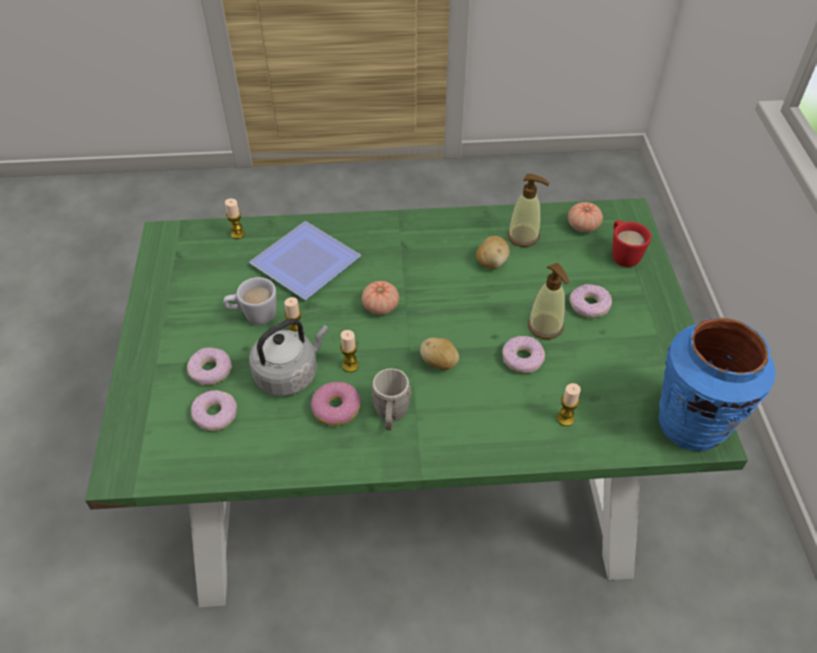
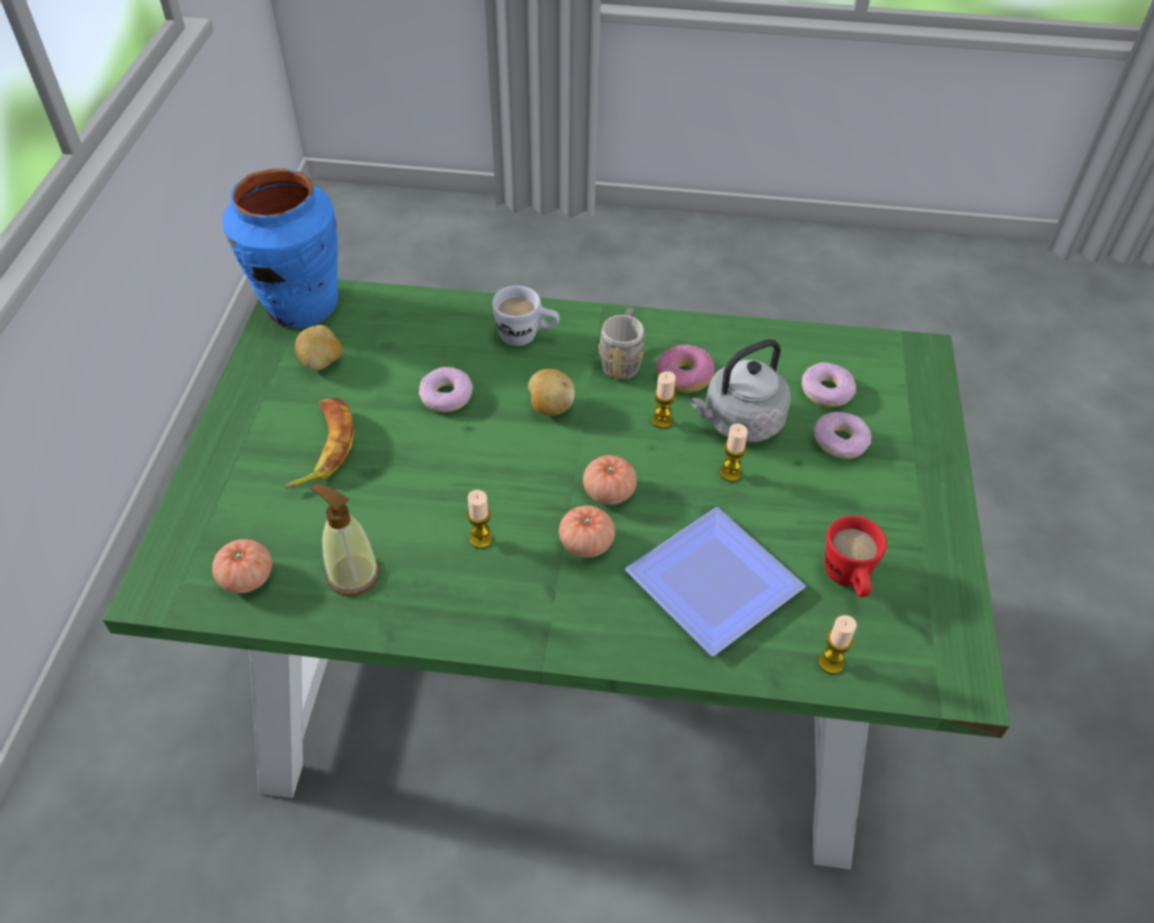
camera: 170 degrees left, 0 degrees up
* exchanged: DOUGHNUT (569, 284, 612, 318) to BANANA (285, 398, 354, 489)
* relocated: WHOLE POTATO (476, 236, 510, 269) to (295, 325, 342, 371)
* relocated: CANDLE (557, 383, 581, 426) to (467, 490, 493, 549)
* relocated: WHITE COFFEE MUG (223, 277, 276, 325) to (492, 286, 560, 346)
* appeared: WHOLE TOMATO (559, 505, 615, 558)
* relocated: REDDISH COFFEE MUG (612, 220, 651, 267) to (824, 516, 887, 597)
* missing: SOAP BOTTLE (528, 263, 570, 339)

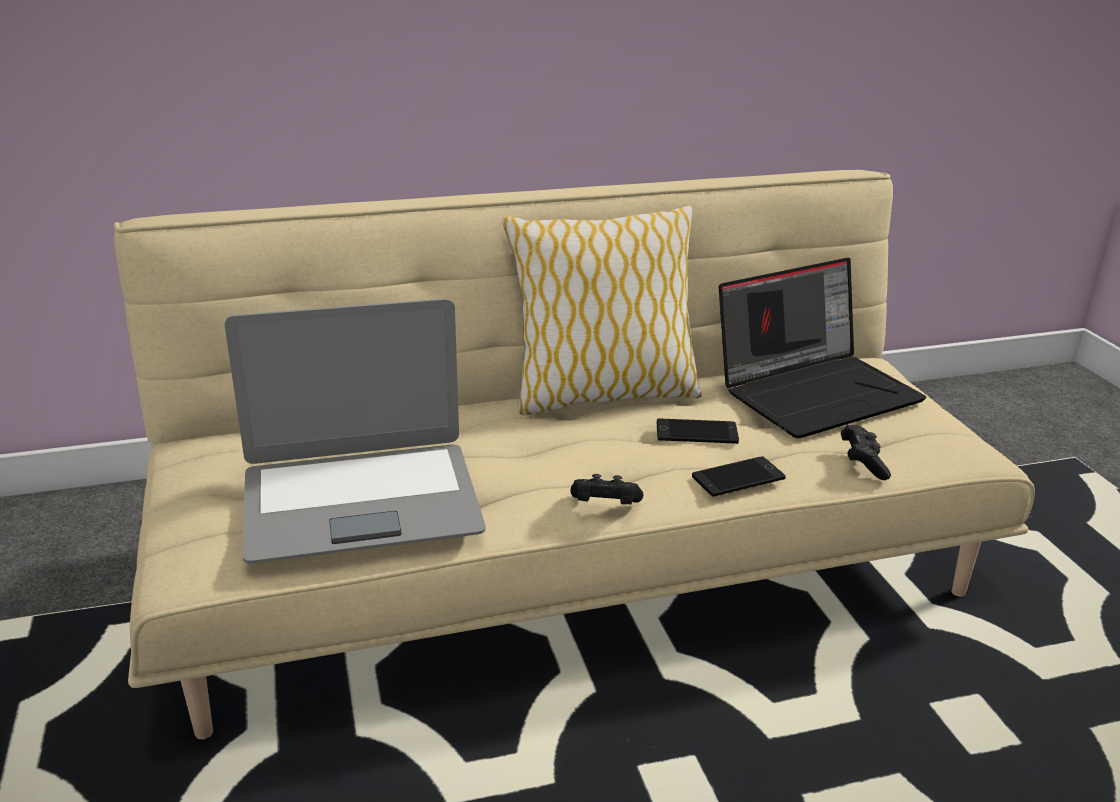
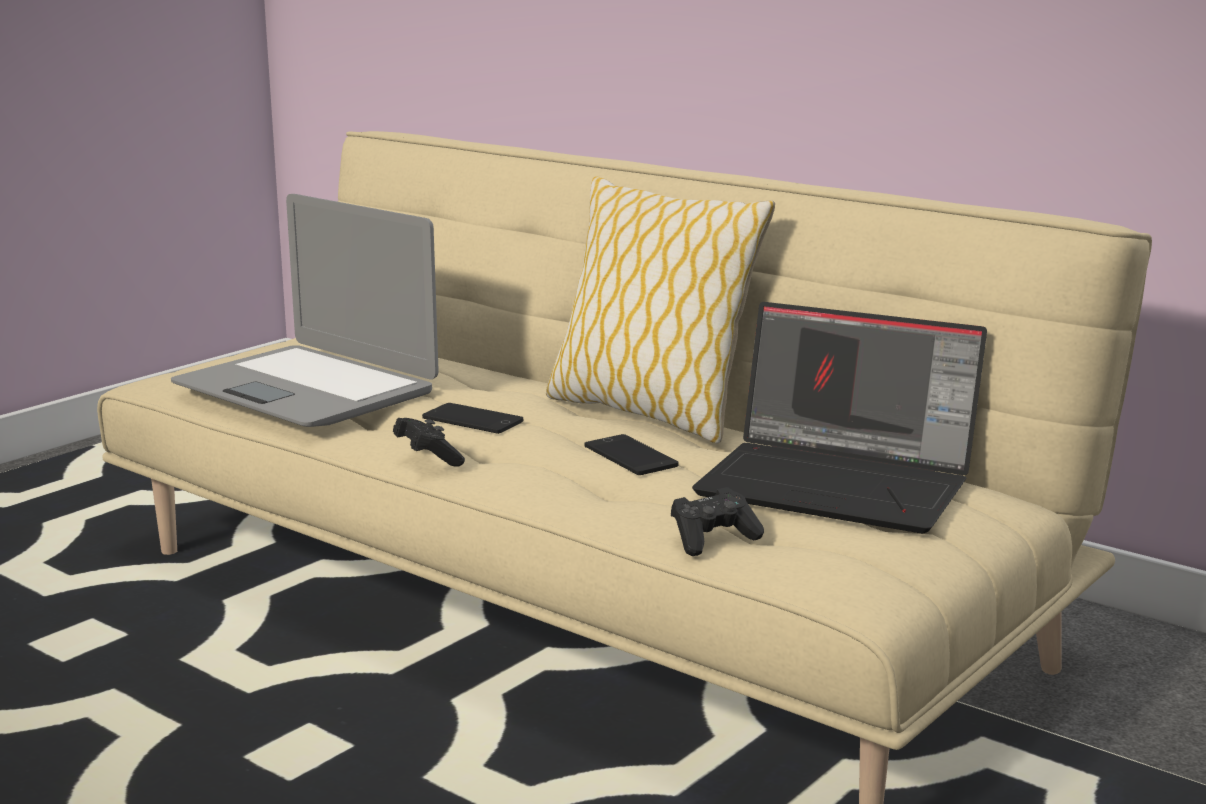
camera: 55 degrees right, 10 degrees down
* relocated: PHONE (692, 456, 786, 497) to (422, 403, 523, 434)

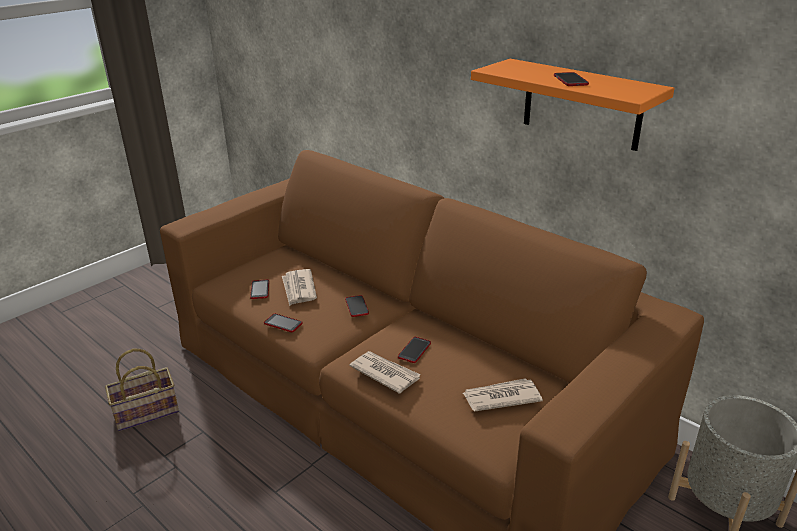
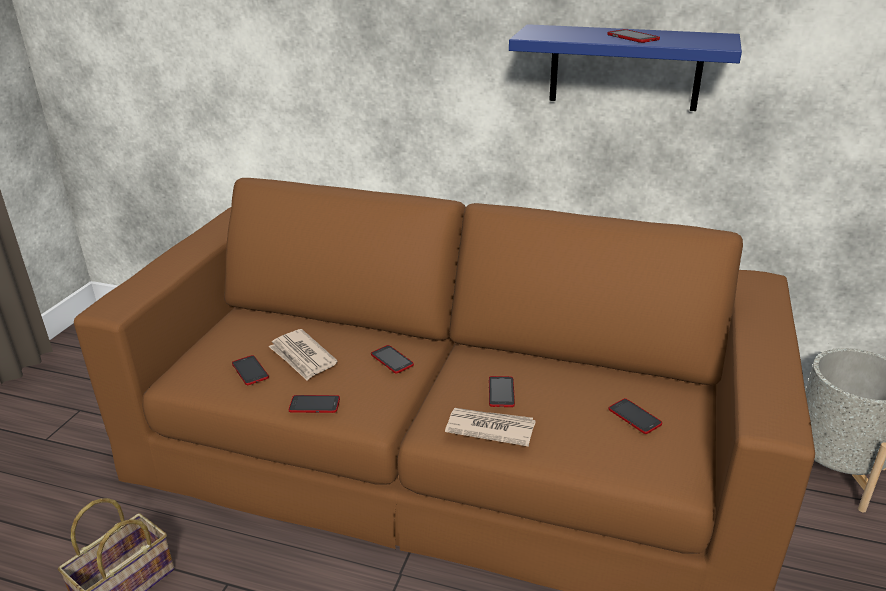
camera: 25 degrees left, 0 degrees up
* colour: ORANGE BRACKET SHELF (471, 59, 675, 151) to BLUE-COLOURED BRACKET SHELF (509, 24, 742, 111)
* exchanged: PRINTED PAPER (463, 378, 543, 411) to PHONE (608, 398, 662, 434)

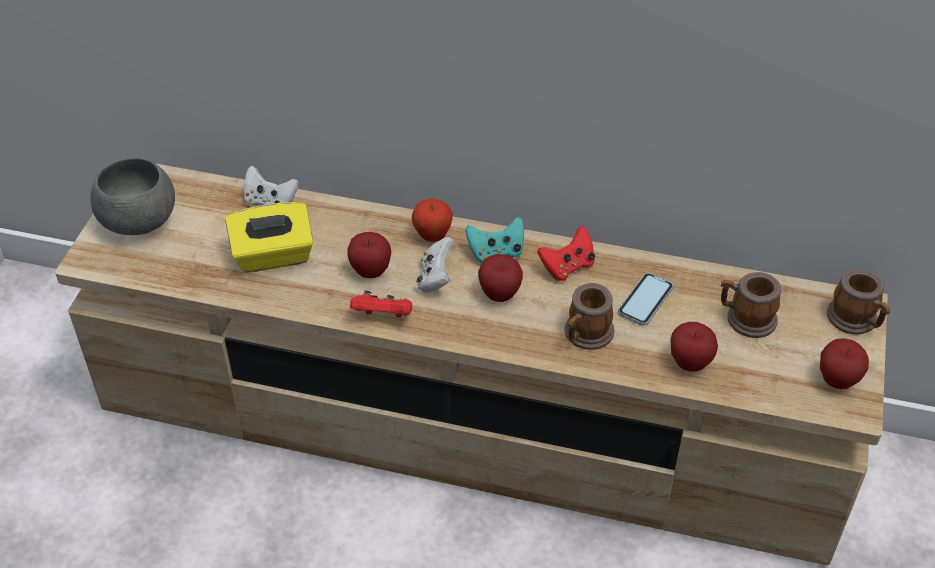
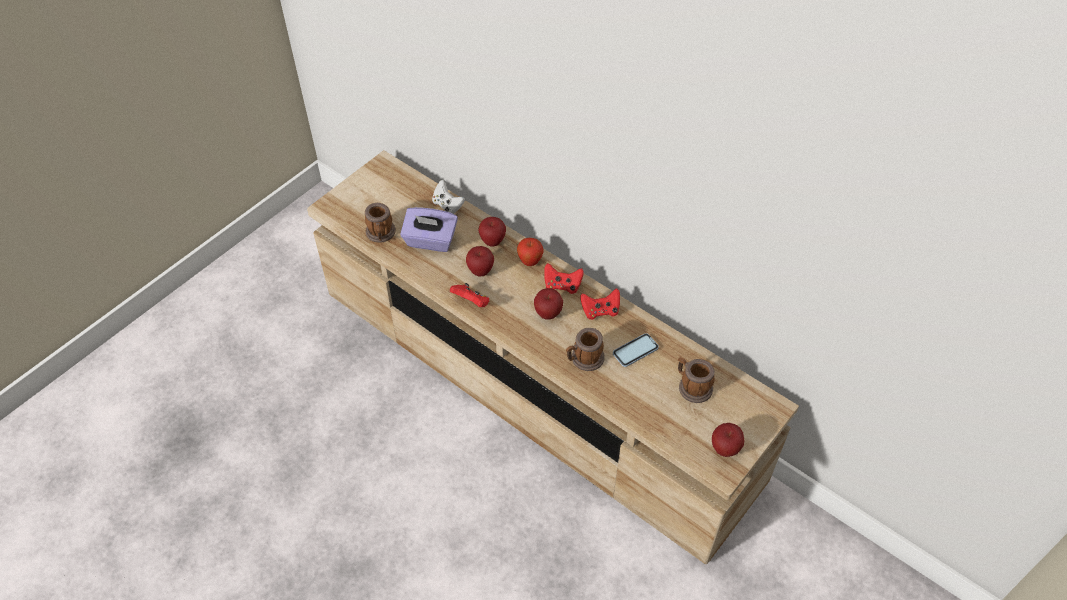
camera: 25 degrees right, 5 degrees up
* relocated: COFFEE MUG (827, 269, 890, 334) to (365, 203, 396, 242)
* colour: YELLOW-COLOURED TISSUE HOLDER (225, 202, 314, 273) to PURPLISH TISSUE HOLDER (400, 207, 458, 252)
* relocated: WHOLE APPLE (670, 322, 718, 372) to (478, 217, 506, 246)
* colour: BLUE-GREEN JOYPAD (466, 217, 524, 263) to REDDISH JOYPAD (544, 263, 583, 294)
* missing: GREYISH SERVING BOWL (90, 158, 175, 235)
* missing: WHITE JOYPAD (417, 237, 454, 293)

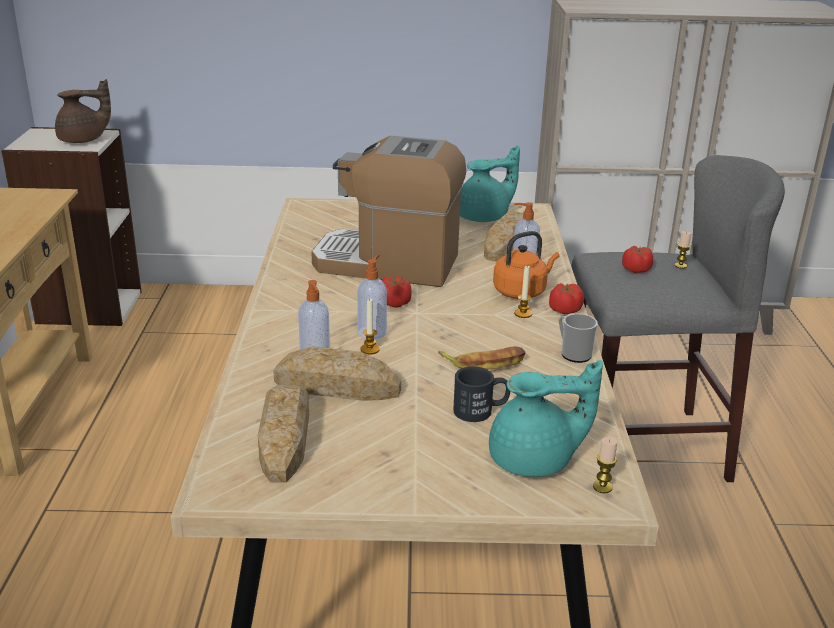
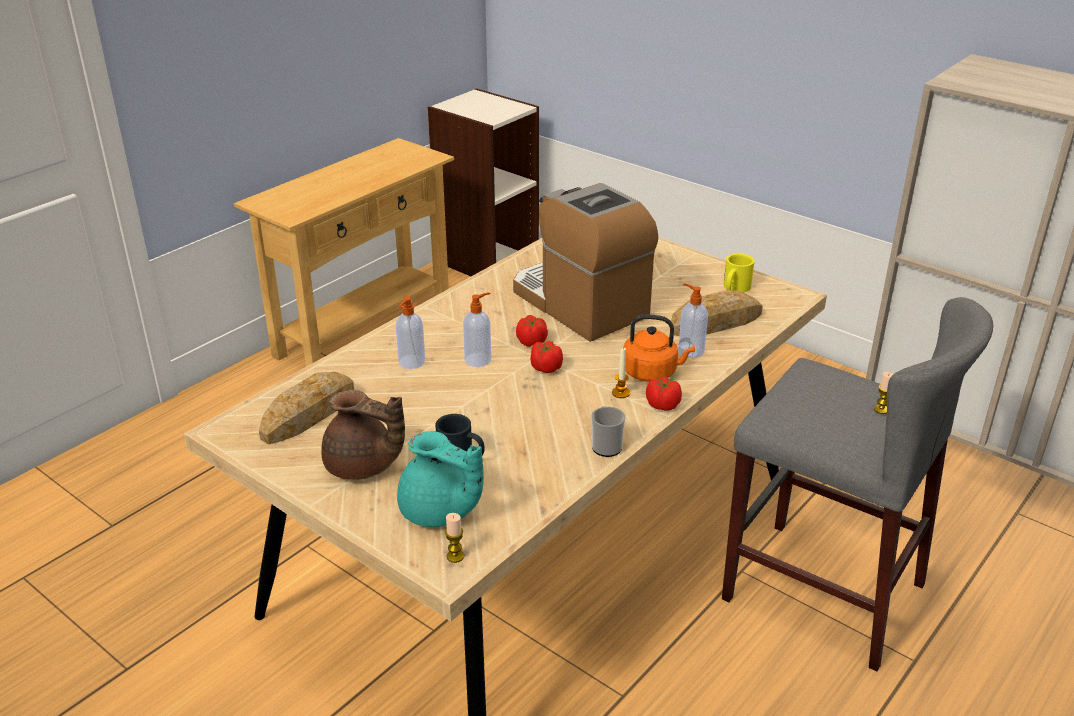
camera: 40 degrees right, 5 degrees up
* relocated: BROWN TEA POT (55, 79, 111, 143) to (321, 390, 405, 480)
* relocated: WHOLE TOMATO (622, 246, 653, 273) to (531, 341, 563, 373)
* exchanged: BLUE-GREEN TEA POT (460, 145, 520, 222) to YELLOW-COLOURED COFFEE MUG (724, 253, 755, 292)
* missing: BAKED BREAD (273, 346, 401, 401)
* missing: CANDLE (360, 299, 380, 355)
* missing: BANANA (438, 346, 526, 370)

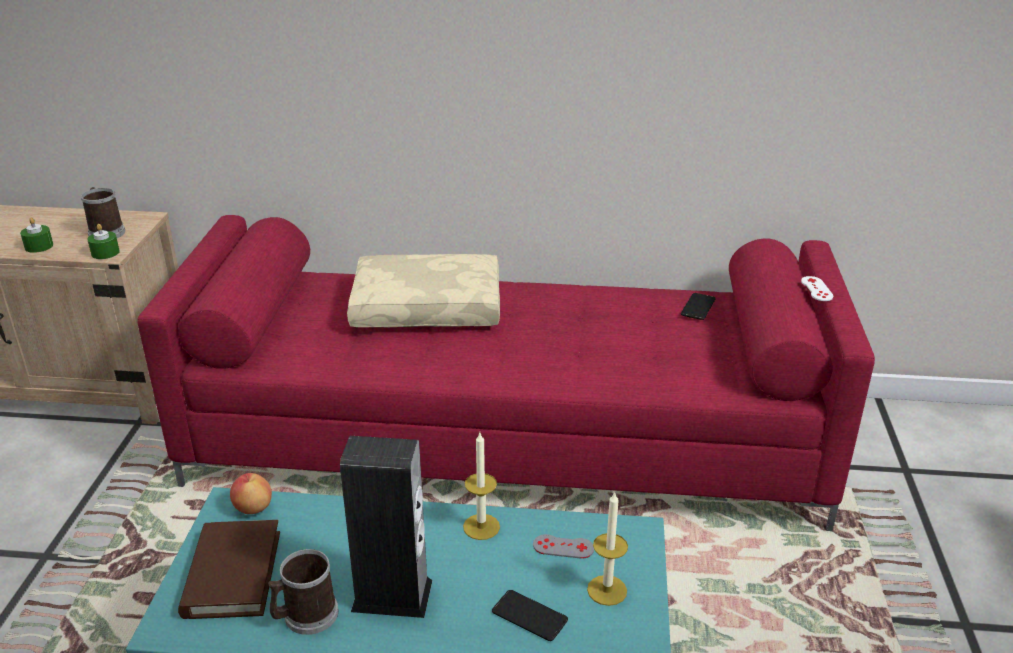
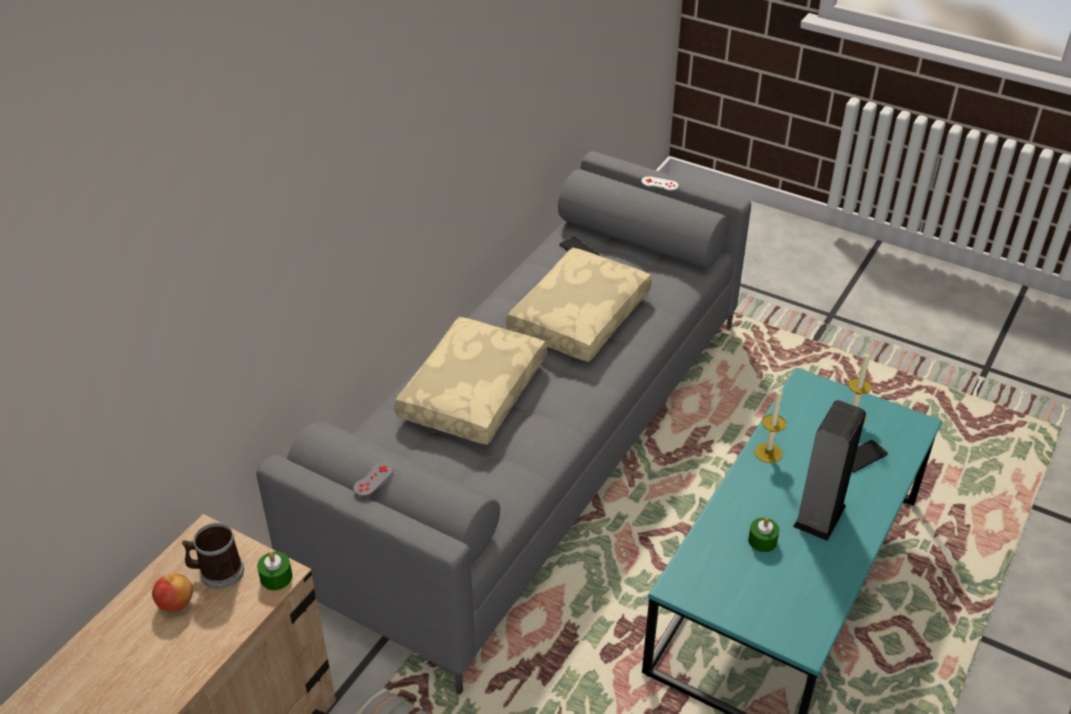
camera: 65 degrees left, 10 degrees up
* relocated: WHOLE APPLE (230, 473, 272, 514) to (152, 573, 193, 612)
* colour: REDDISH COUCH (137, 215, 875, 531) to GREYISH COUCH (257, 151, 751, 695)
* relocated: GREYISH JOYPAD (533, 534, 594, 558) to (353, 462, 394, 496)
* appeared: BEIGE THROW PILLOW (506, 248, 652, 362)
* relocated: GREEN-COLOURED CANDLE (20, 217, 53, 253) to (748, 518, 780, 552)
* missing: BROWN VOLUME (178, 520, 280, 619)
* missing: COFFEE MUG (268, 549, 338, 635)

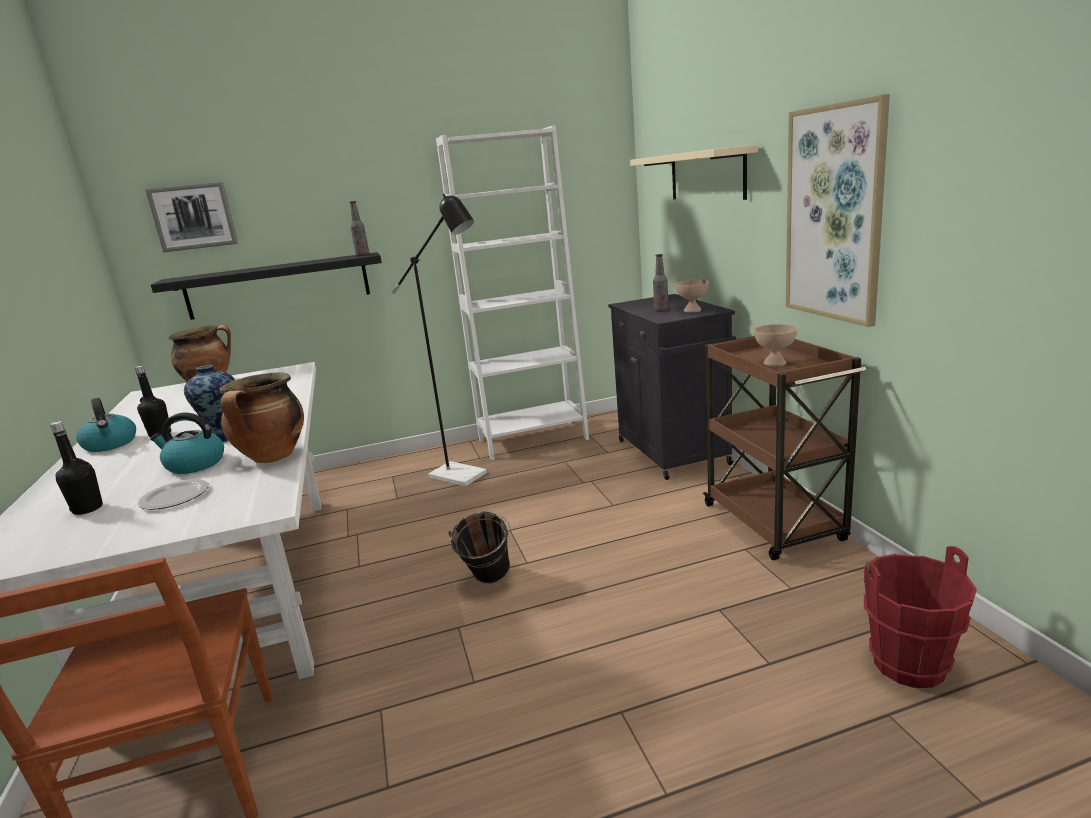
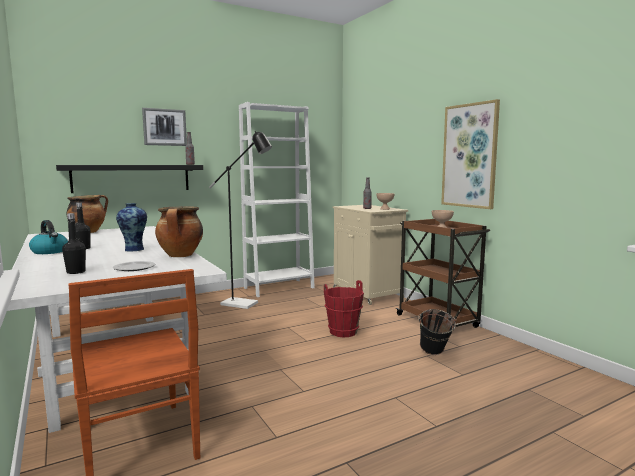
camera: 15 degrees left, 10 degrees down
* relocated: WALL PICTURE (145, 182, 238, 252) to (142, 108, 187, 146)
* relocated: REDDISH WATER BUCKET (864, 546, 977, 688) to (324, 280, 364, 337)
* colour: BLACK CUPBOARD (608, 294, 736, 480) to BEIGE CUPBOARD (333, 205, 408, 305)
* relocated: BLACK WATER BUCKET (449, 511, 510, 584) to (418, 309, 457, 355)
* missing: TEA KETTLE (150, 413, 224, 474)
* missing: BEIGE BRACKET SHELF (630, 145, 758, 200)

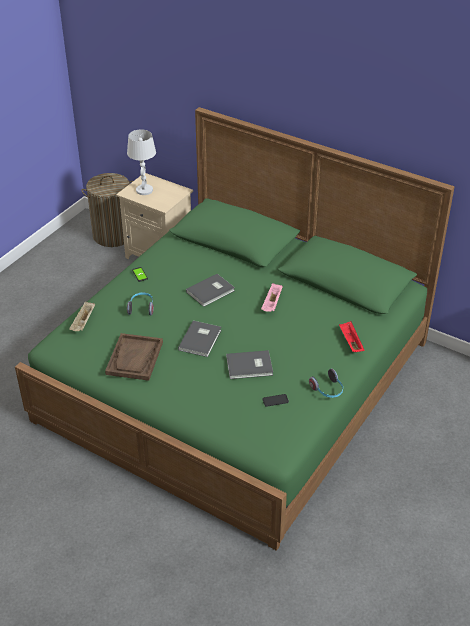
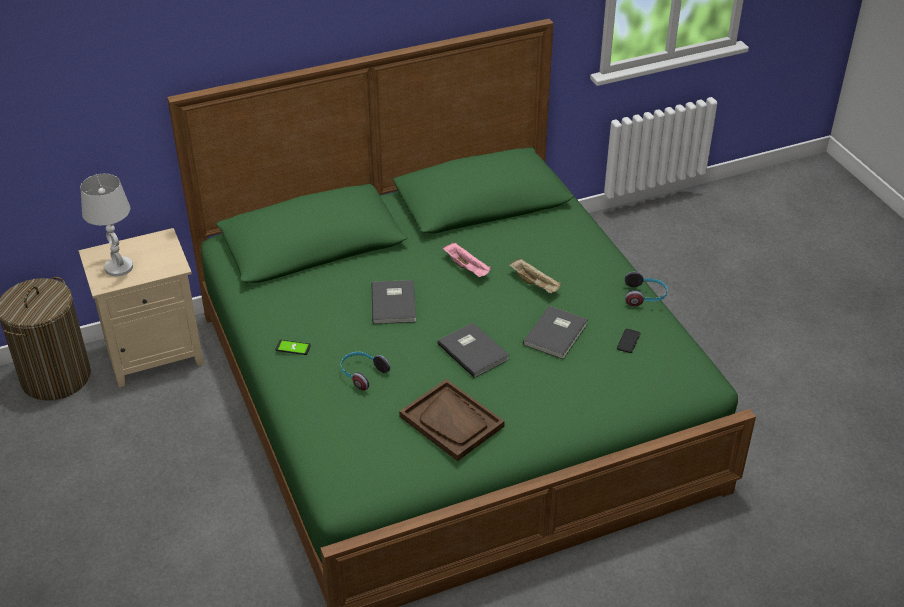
camera: 55 degrees left, 0 degrees up
* relocated: BEIGE SERVING TRAY (69, 301, 95, 331) to (509, 259, 561, 293)
* missing: REDDISH SERVING TRAY (339, 321, 365, 352)

